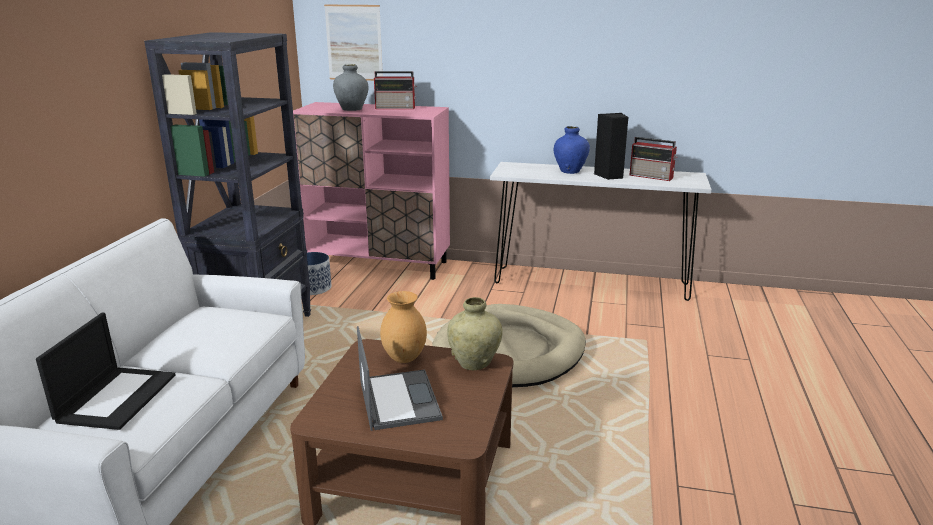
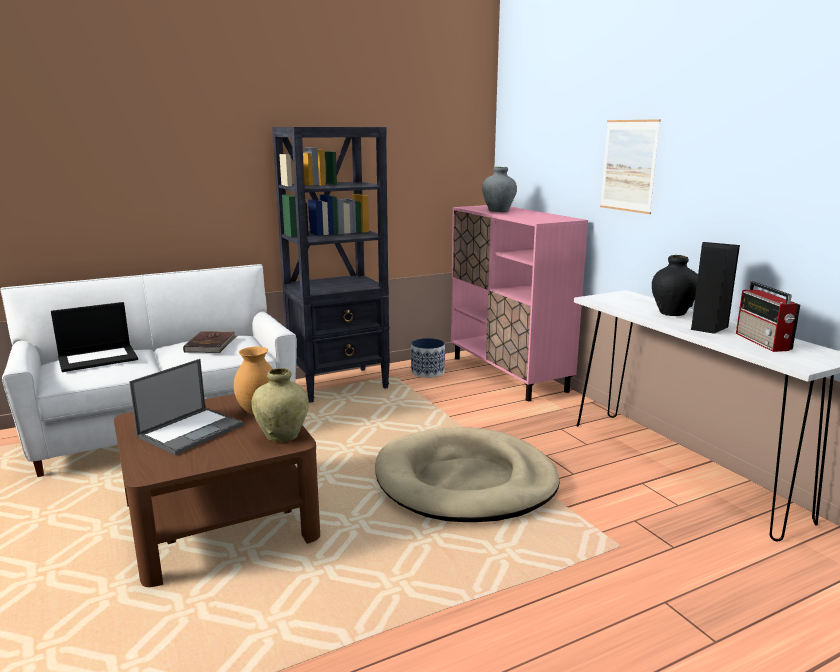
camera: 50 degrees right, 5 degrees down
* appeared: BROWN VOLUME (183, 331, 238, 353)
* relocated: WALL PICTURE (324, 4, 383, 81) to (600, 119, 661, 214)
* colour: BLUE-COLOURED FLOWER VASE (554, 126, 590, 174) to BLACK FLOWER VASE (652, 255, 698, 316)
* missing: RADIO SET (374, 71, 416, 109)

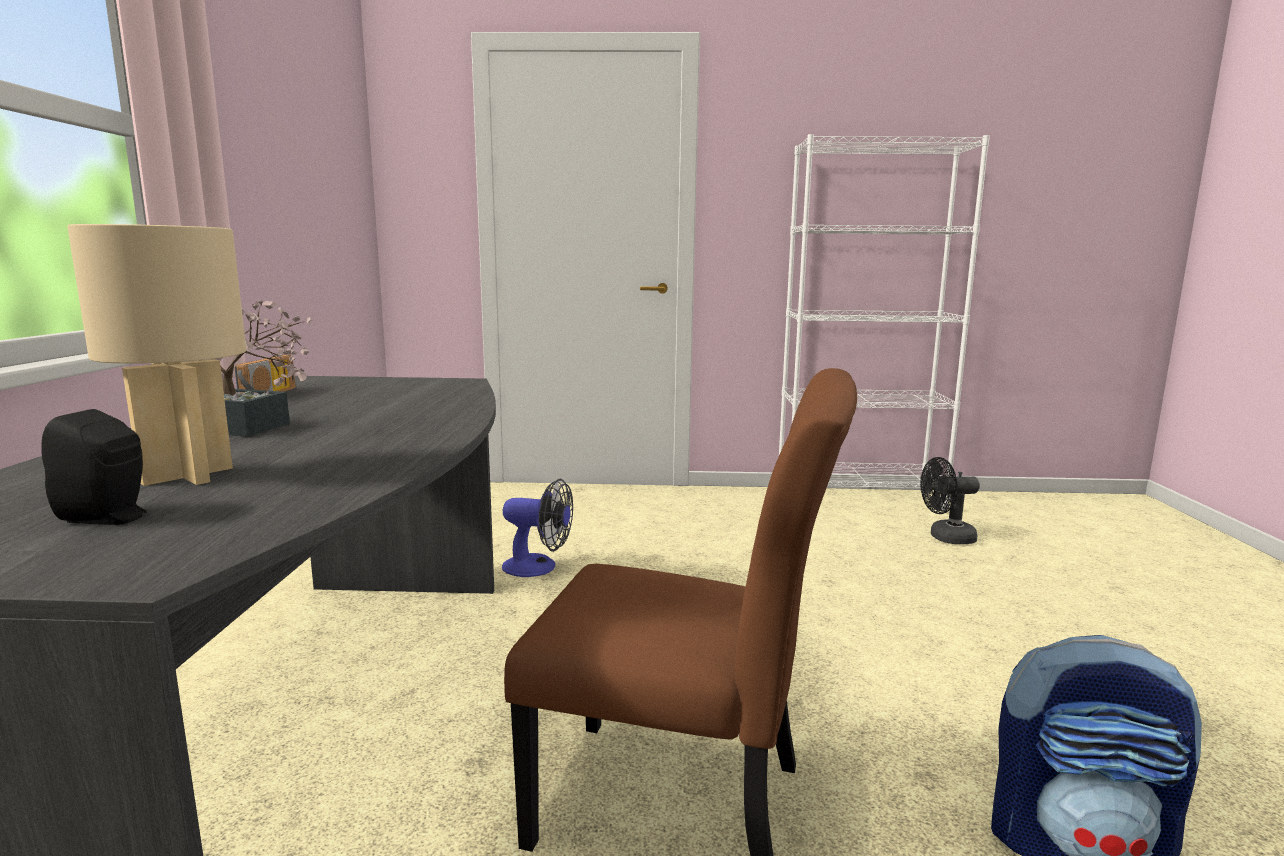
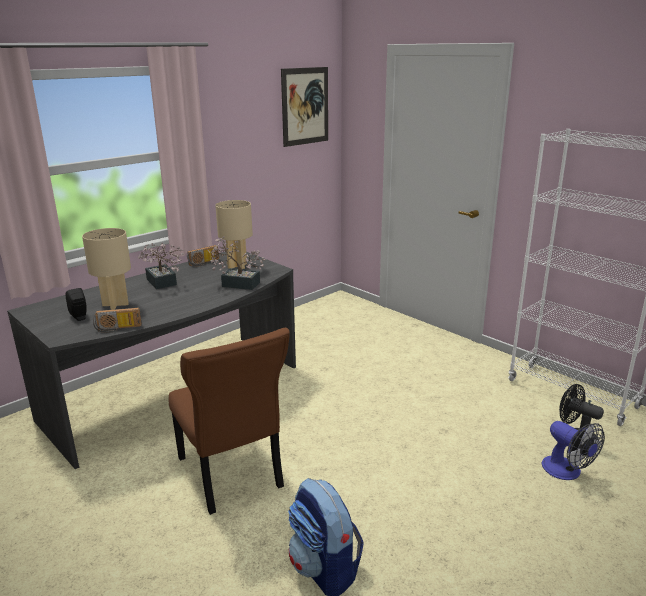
camera: 45 degrees right, 10 degrees up
* appeared: RADIO SET (93, 308, 142, 333)
* appeared: PLANT IN A POT (207, 236, 266, 290)
* appeared: BEIGE TABLETOP LAMP (215, 200, 253, 269)
* appeared: WALL PICTURE (281, 67, 328, 147)
* relocated: ELECTRIC FAN (502, 479, 573, 577) to (541, 421, 605, 480)

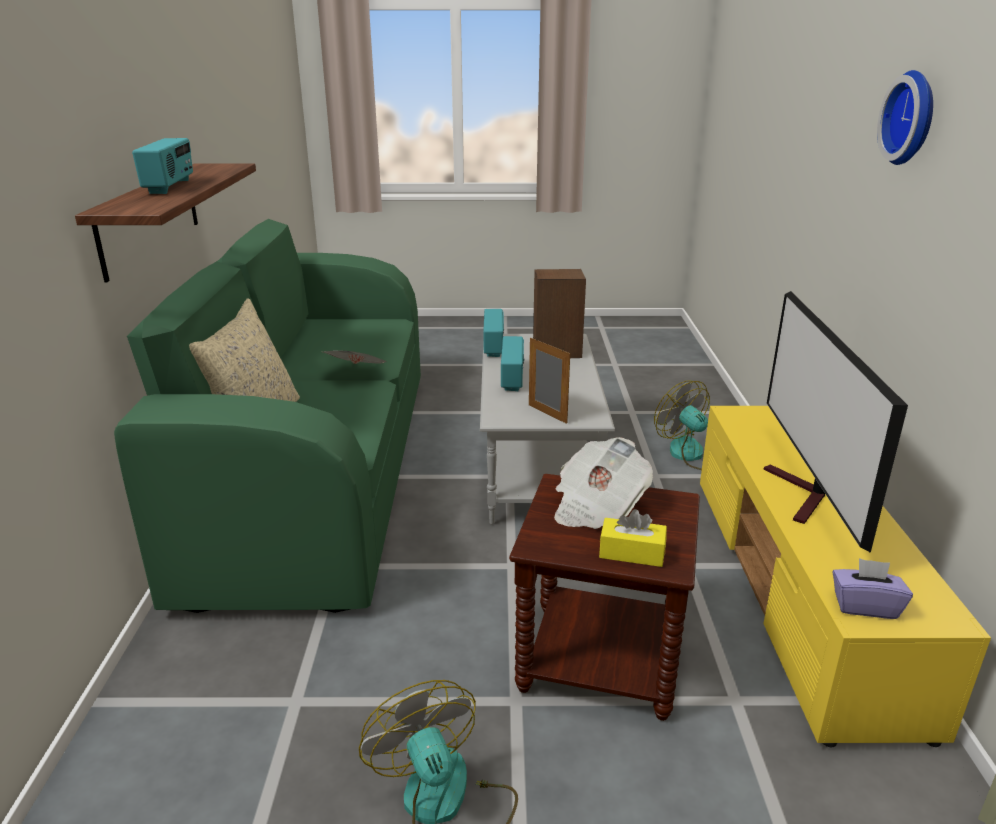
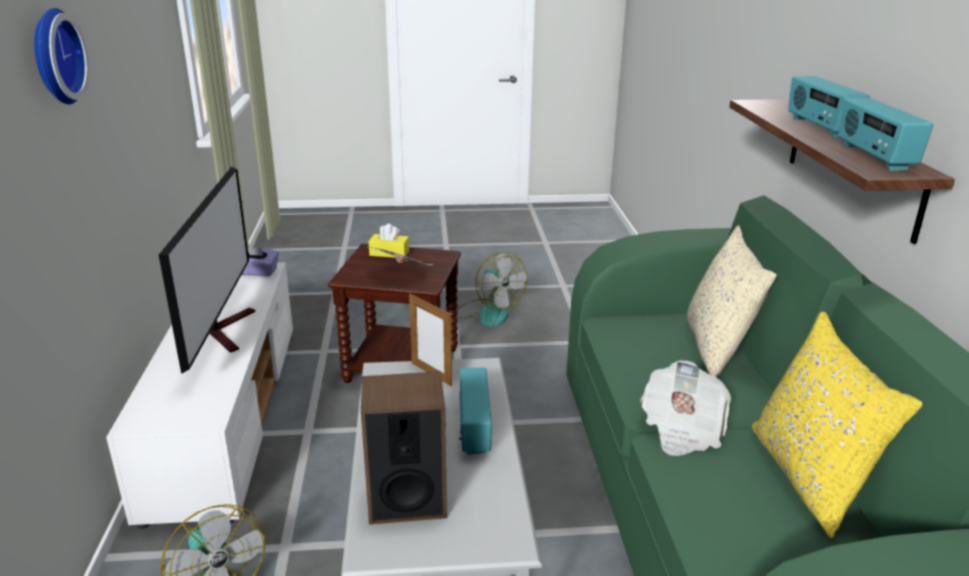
camera: 175 degrees right, 0 degrees up
* colour: YELLOW-COLOURED MEDIA CONSOLE (700, 406, 991, 747) to WHITE MEDIA CONSOLE (106, 262, 293, 529)
* appeared: YELLOW-COLOURED THROW PILLOW (752, 312, 922, 538)
* relocated: RADIO SET (483, 309, 504, 357) to (838, 98, 933, 171)

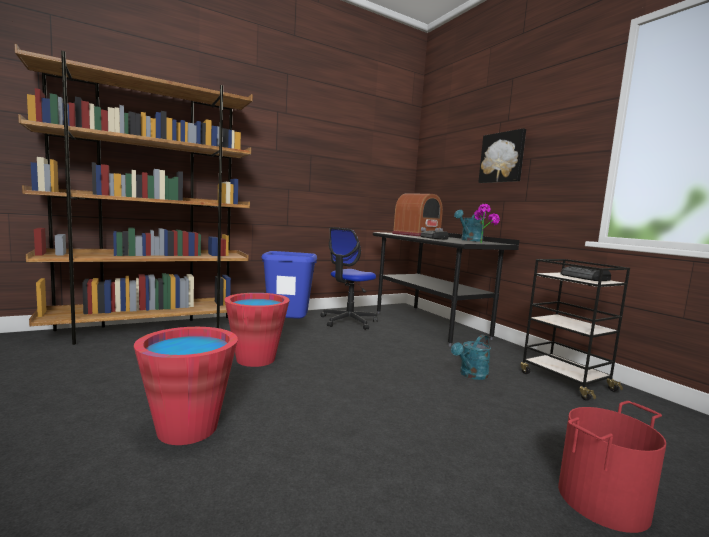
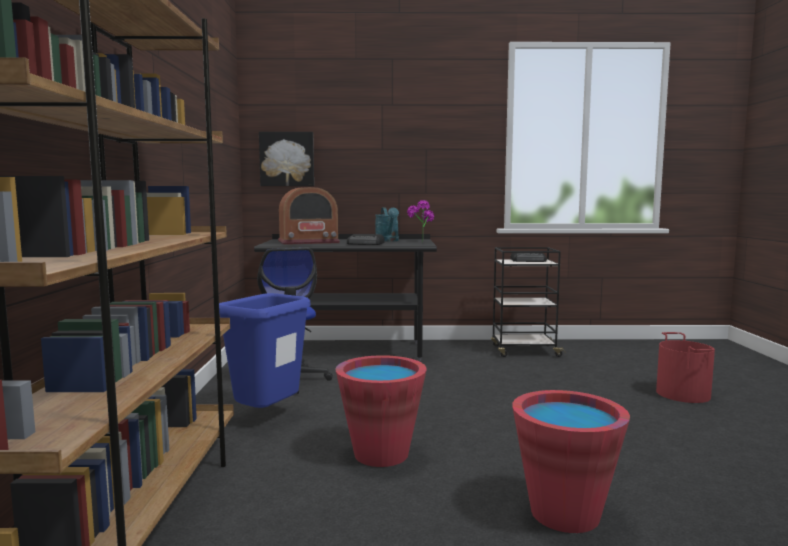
camera: 60 degrees left, 0 degrees up
* relocated: WALL PICTURE (478, 128, 526, 183) to (259, 132, 314, 186)
* spun: RADIO SET (392, 193, 443, 236) = (278, 187, 340, 245) 90 degrees clockwise
* missing: BLUE-GREEN WATERING POT (451, 335, 491, 380)

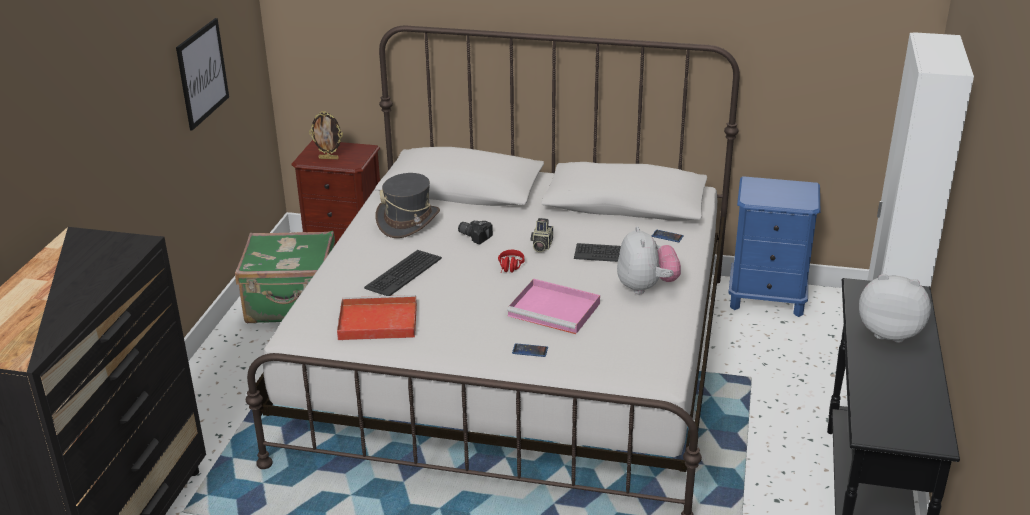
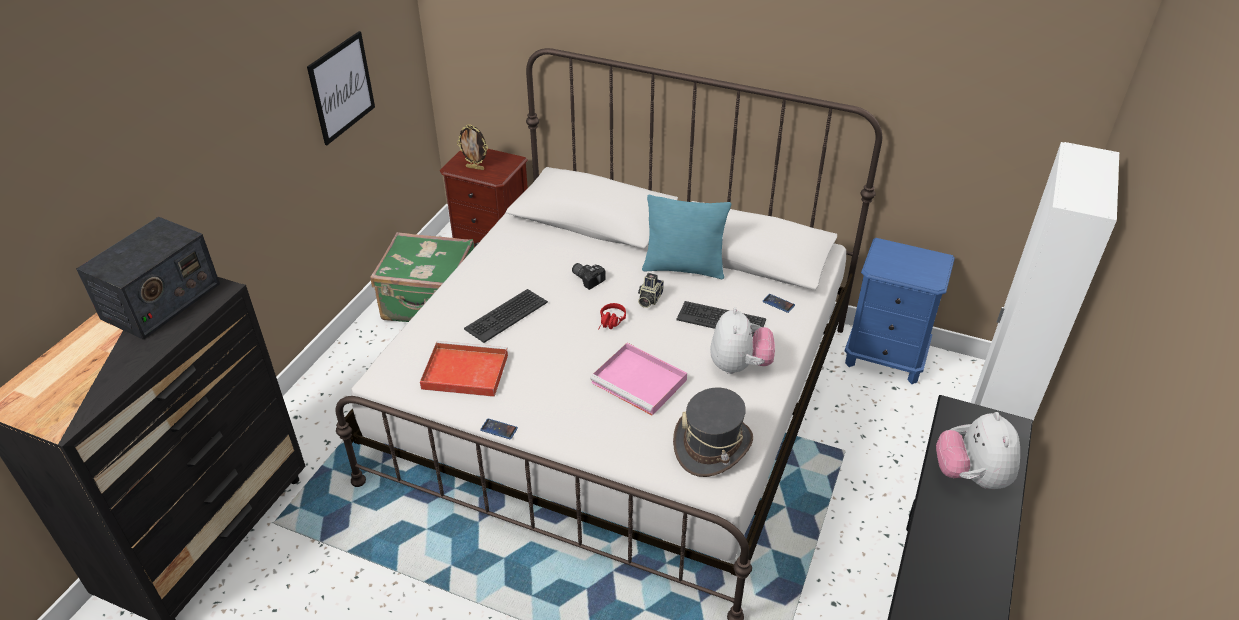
camera: 10 degrees right, 10 degrees up
* appeared: RADIO SET (76, 217, 220, 340)
* relocated: PHONE (512, 343, 548, 357) to (480, 418, 518, 439)
* appeared: BLUE-GREEN THROW PILLOW (642, 195, 731, 279)
* relocated: GREYISH WEARABLE HAT (376, 173, 440, 238) to (673, 388, 753, 477)
* spun: PLUSH TOY (859, 274, 931, 343) = (936, 412, 1020, 489) 120 degrees counterclockwise

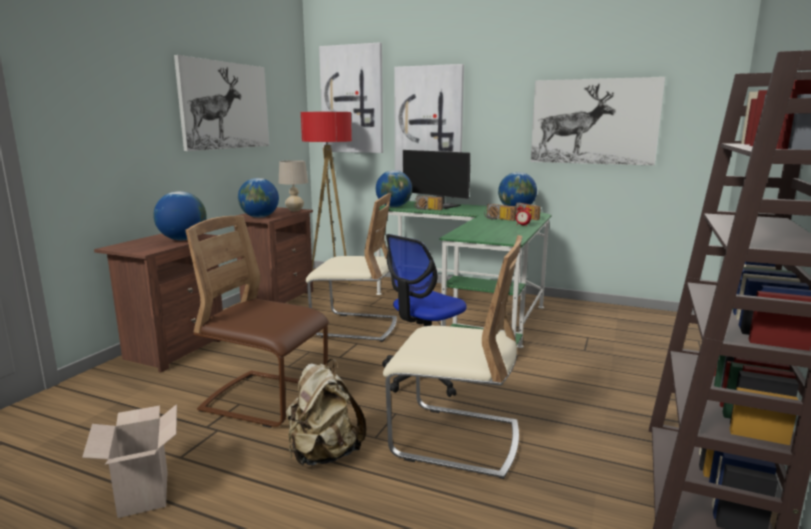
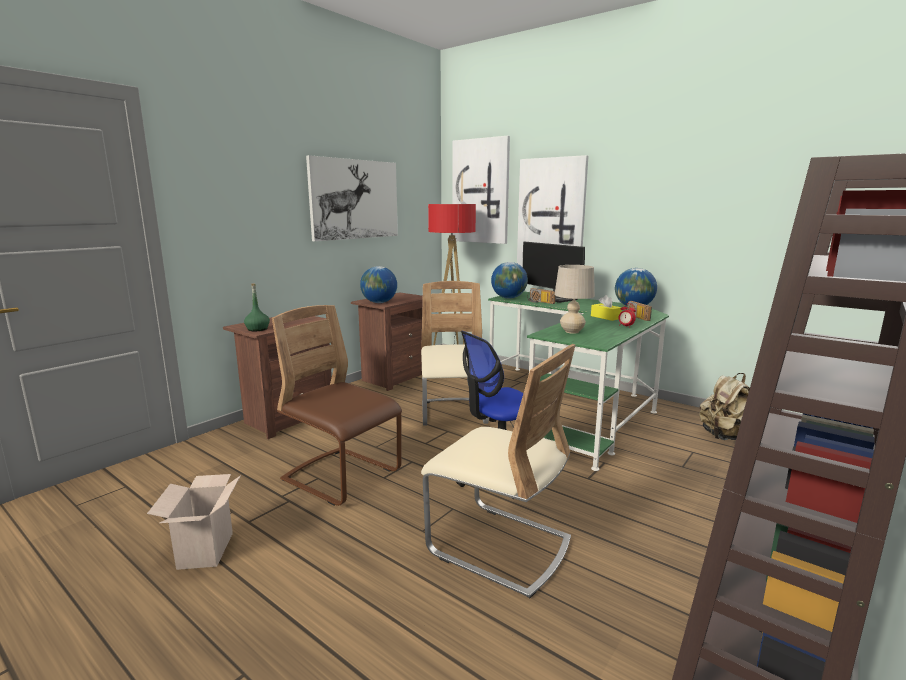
camera: 15 degrees right, 0 degrees up
* appeared: GREEN-COLOURED DRINK BOTTLE (244, 283, 270, 331)
* spun: BEIGE PLAIN CHAIR (306, 193, 397, 342) = (421, 281, 489, 426) 120 degrees counterclockwise
* relocated: BEIGE TABLETOP LAMP (279, 160, 308, 211) to (554, 265, 595, 334)
* exchanged: RADIO SET (484, 204, 516, 221) to YELLOW-COLOURED TISSUE HOLDER (591, 295, 622, 321)
* relocated: BEIGE RUCKSACK (286, 359, 366, 465) to (699, 373, 750, 440)
* missing: DESK GLOBE (153, 191, 207, 240)
* missing: WALL PICTURE (531, 77, 665, 166)

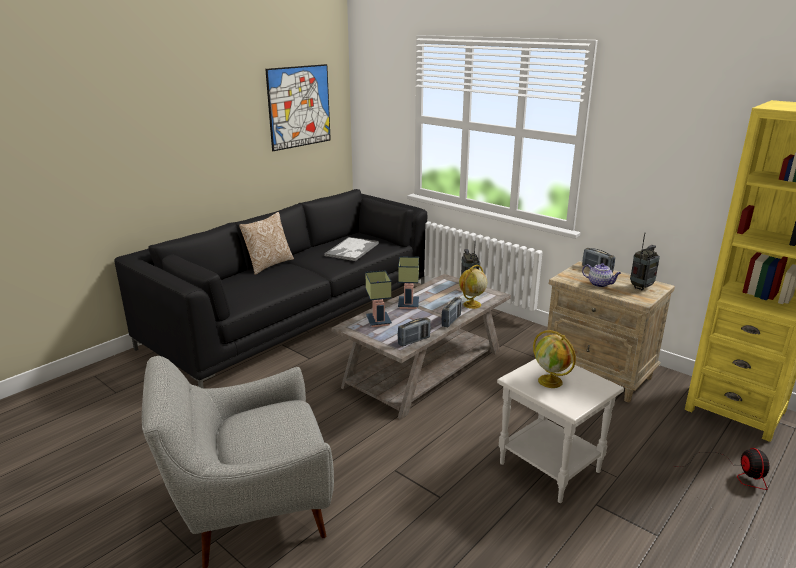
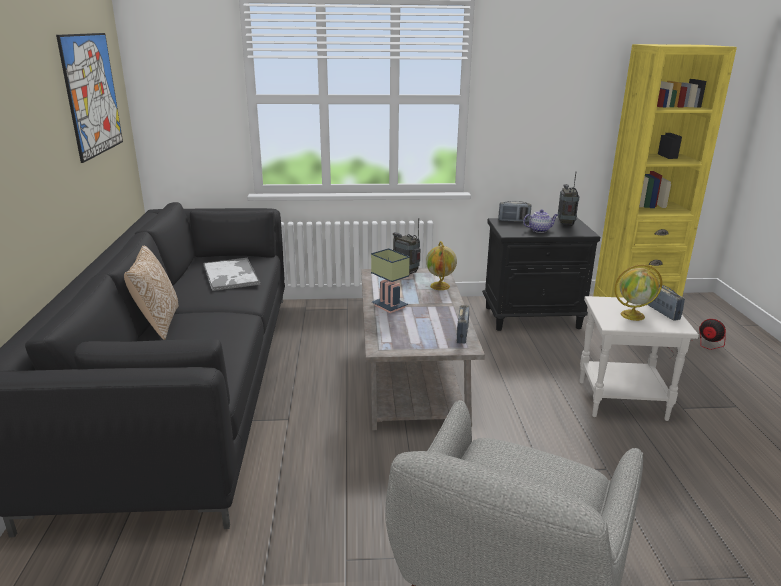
camera: 45 degrees left, 0 degrees up
* colour: BEIGE NIGHTSTAND (547, 261, 675, 402) to BLACK NIGHTSTAND (482, 217, 600, 331)
* relocated: RADIO SET (441, 297, 462, 327) to (648, 284, 685, 321)
* missing: TABLETOP LAMP (365, 270, 392, 327)

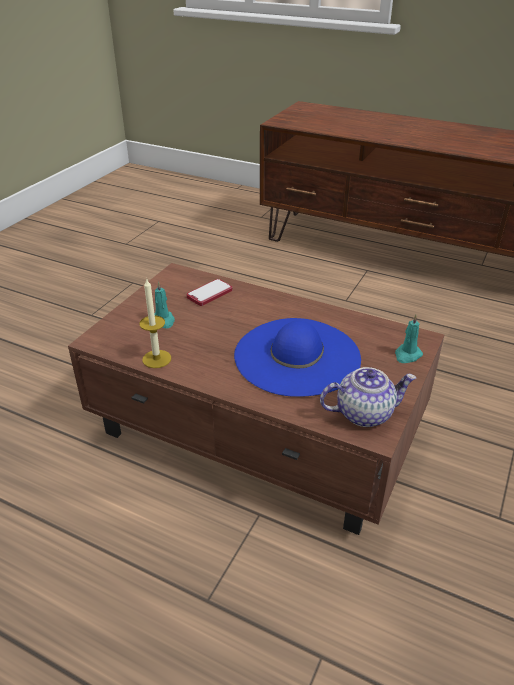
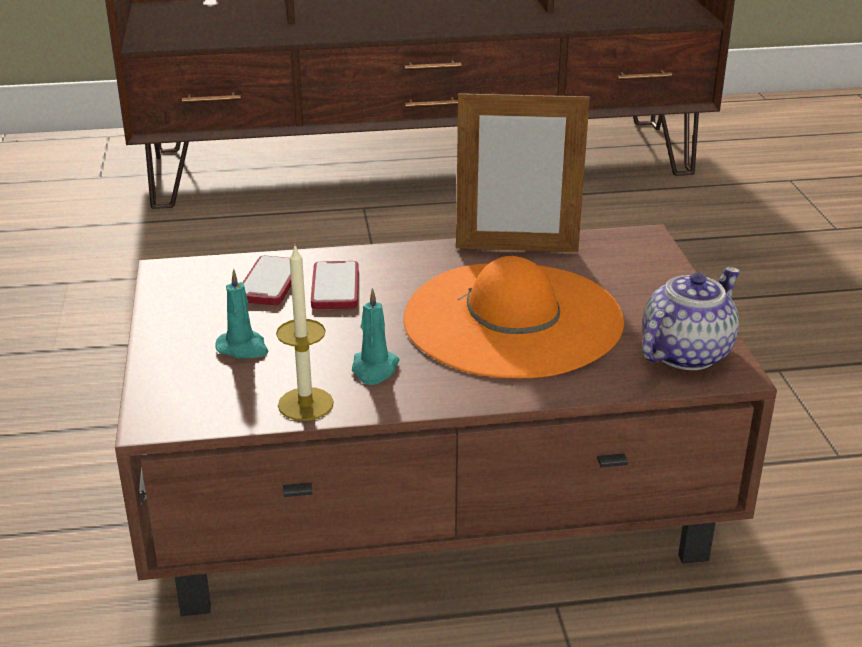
camera: 35 degrees left, 5 degrees down
* appeared: PHONE (311, 261, 359, 309)
* relocated: BLUE-GREEN CANDLE (395, 314, 423, 363) to (352, 288, 400, 385)
* colour: BLUE-COLOURED WEARABLE HAT (234, 318, 361, 397) to ORANGE WEARABLE HAT (404, 256, 624, 378)
* appeared: PICTURE FRAME (456, 88, 590, 252)

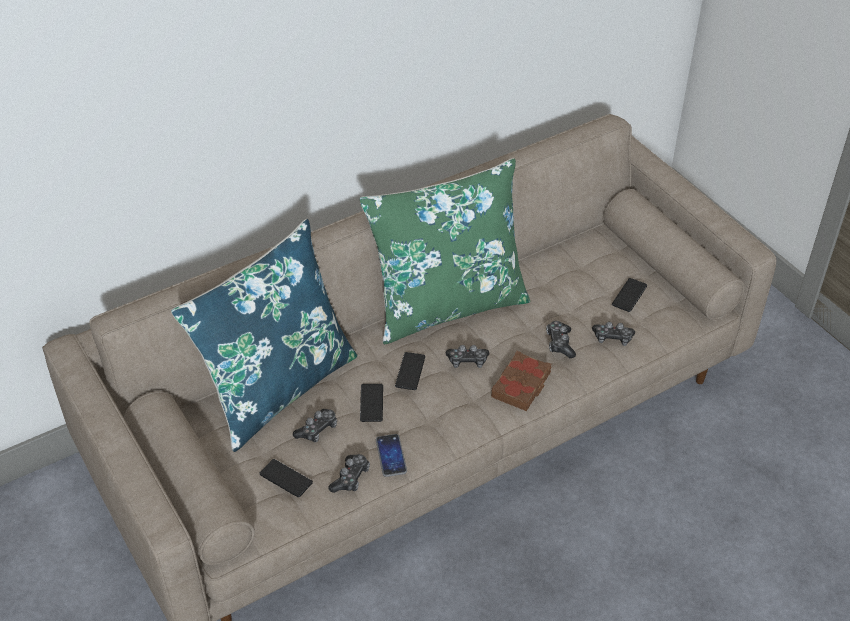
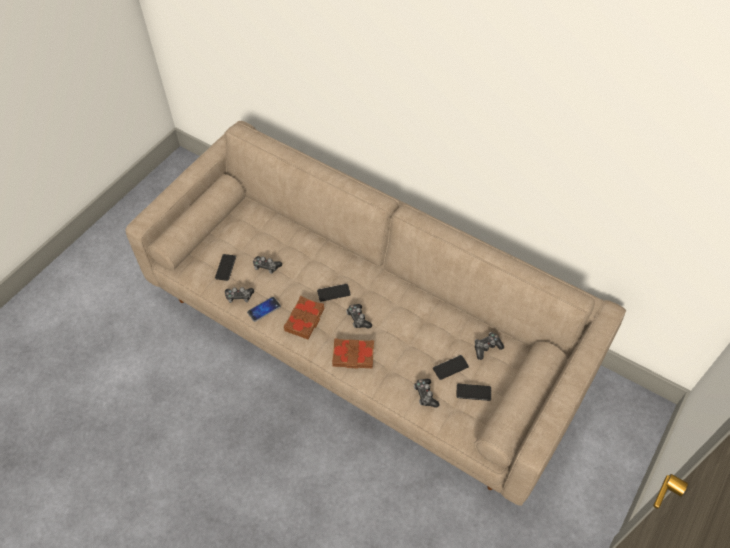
camera: 65 degrees right, 10 degrees up
* appeared: BROWN VOLUME (284, 296, 324, 339)
* relocated: PHONE (360, 384, 383, 422) to (433, 355, 469, 380)
* relocated: JOYPAD (546, 321, 576, 358) to (475, 332, 504, 360)
* missing: BLUE-COLOURED THROW PILLOW (171, 219, 357, 452)
* missing: GREEN-COLOURED THROW PILLOW (359, 158, 530, 344)

